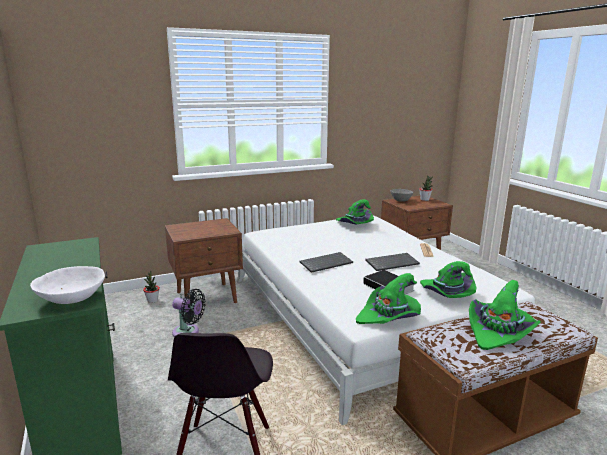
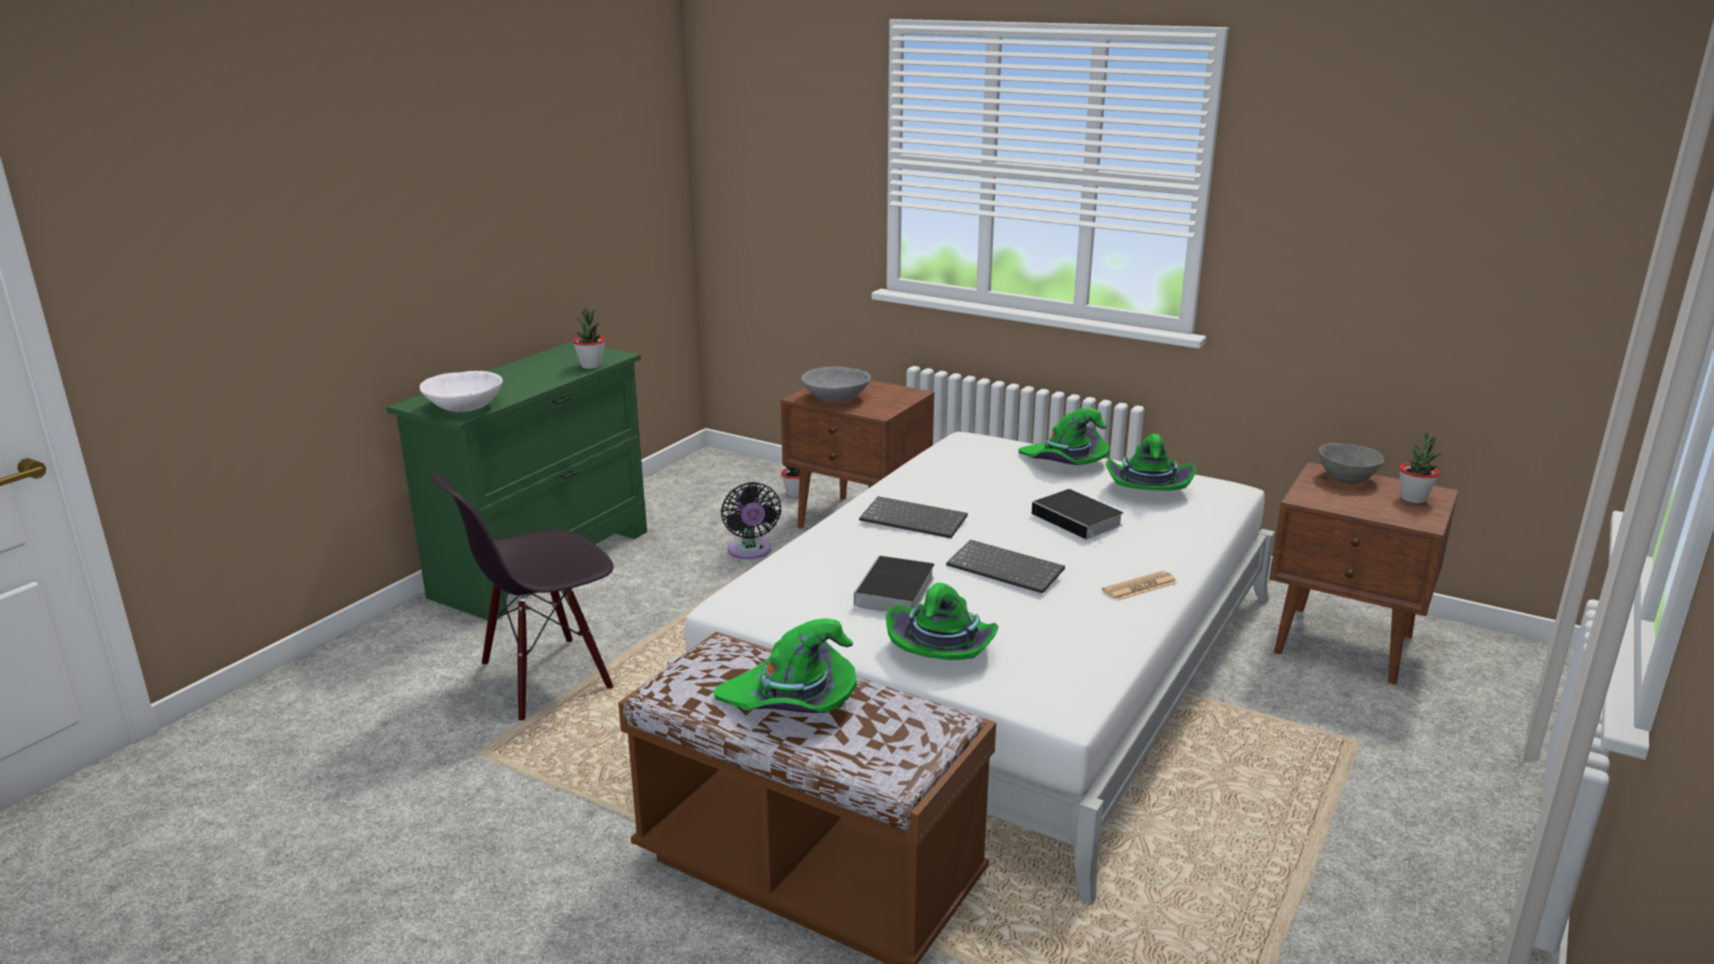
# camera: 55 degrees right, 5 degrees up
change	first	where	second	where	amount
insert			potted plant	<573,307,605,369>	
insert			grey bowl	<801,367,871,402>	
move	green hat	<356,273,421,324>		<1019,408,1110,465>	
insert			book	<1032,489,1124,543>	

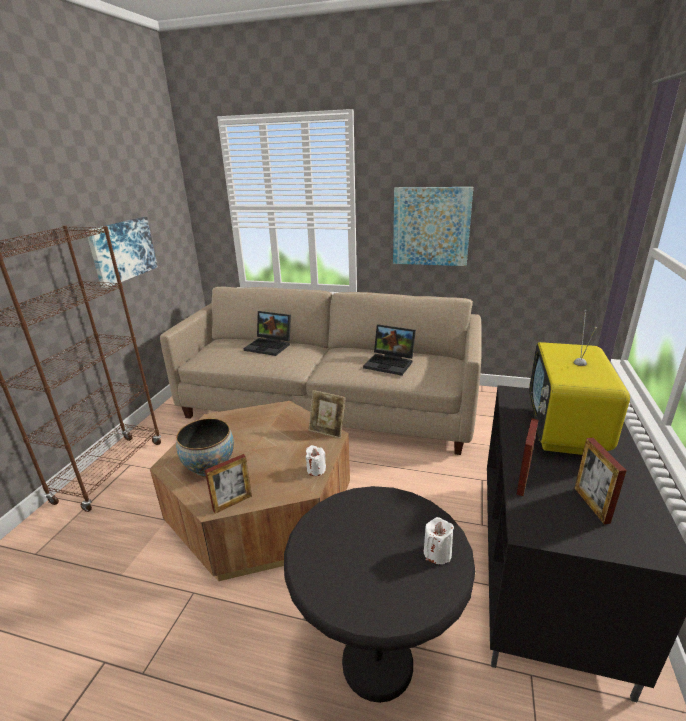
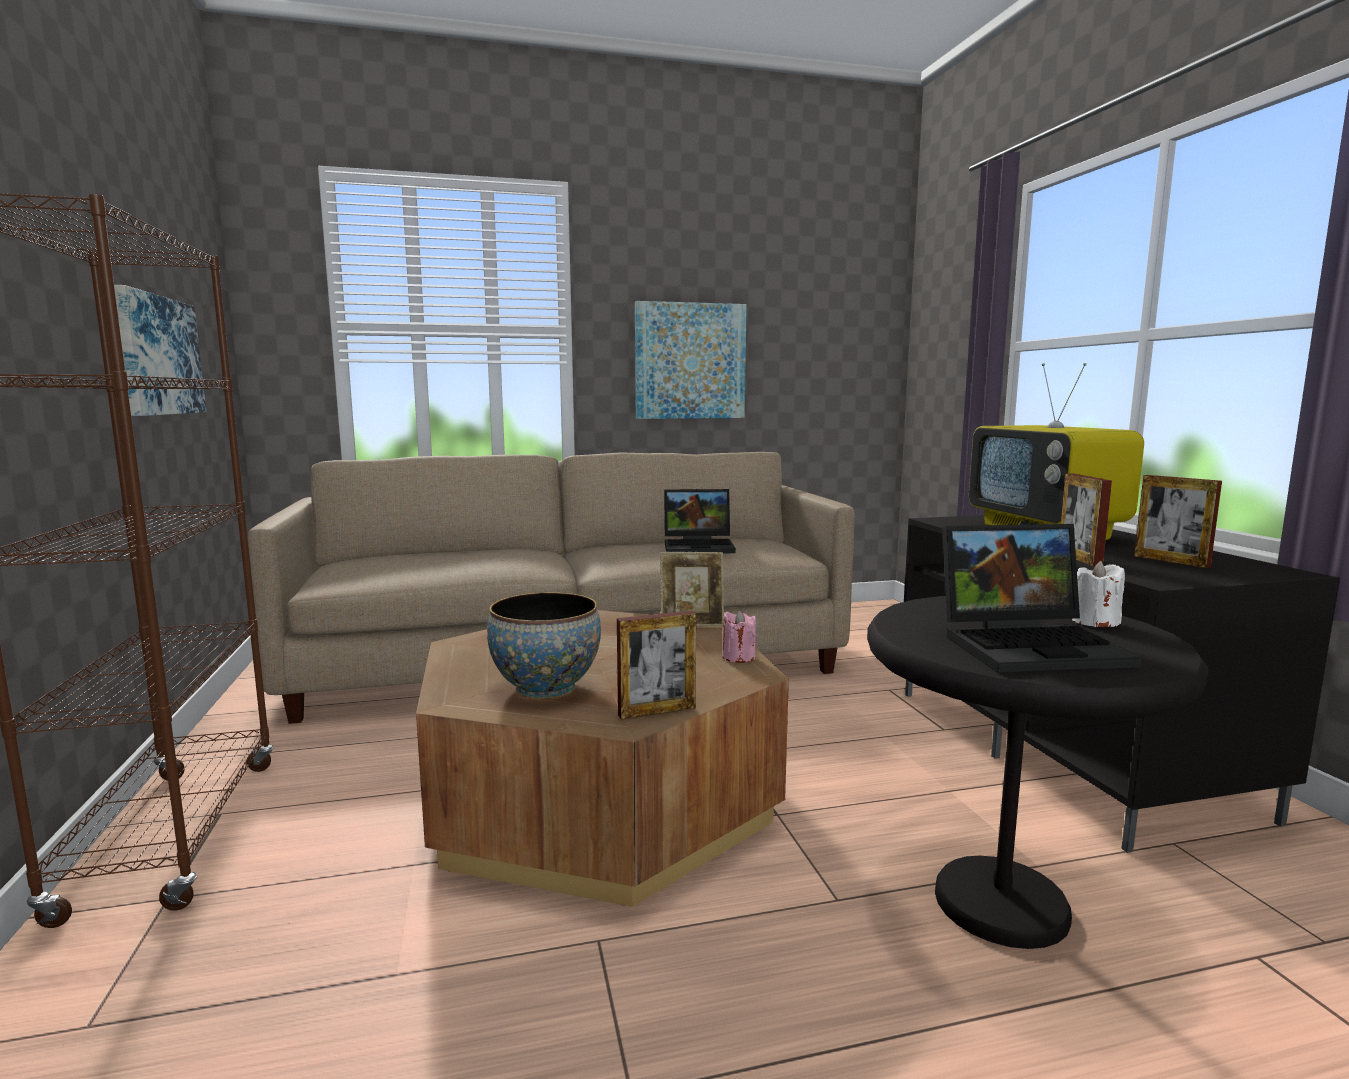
# camera: 30 degrees left, 15 degrees down
change	first	where	second	where	amount
rotate	picture frame	<205,454,252,514>		<617,611,696,719>	45 degrees clockwise
recolor	white candle	<306,445,326,476>	pink candle	<722,610,756,663>	
move	laptop	<243,311,291,356>		<942,524,1141,673>	

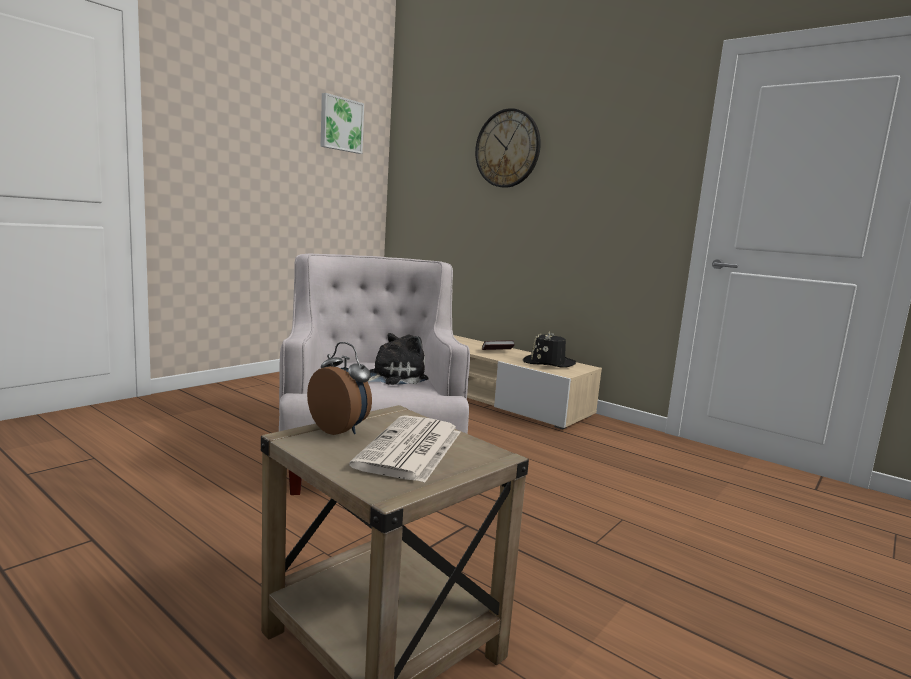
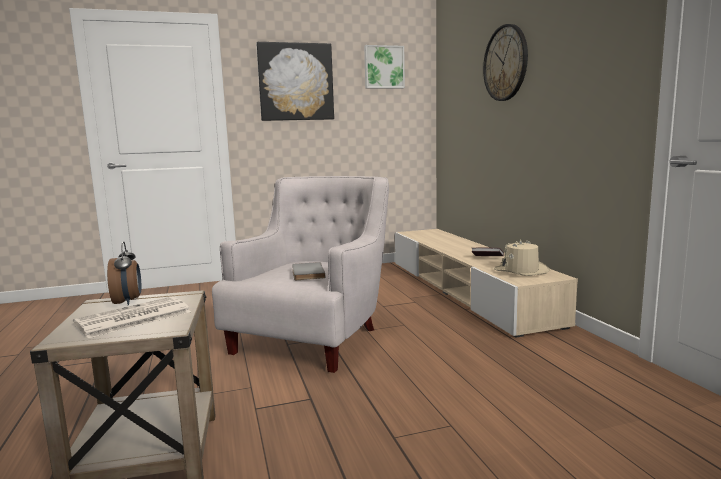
# camera: 35 degrees right, 0 degrees up
change	first	where	second	where	amount
insert			picture	<256,42,334,121>	
replace	plush toy	<368,333,428,385>	grey book	<292,262,326,280>	
recolor	black hat	<523,332,576,368>	beige hat	<494,239,550,276>	

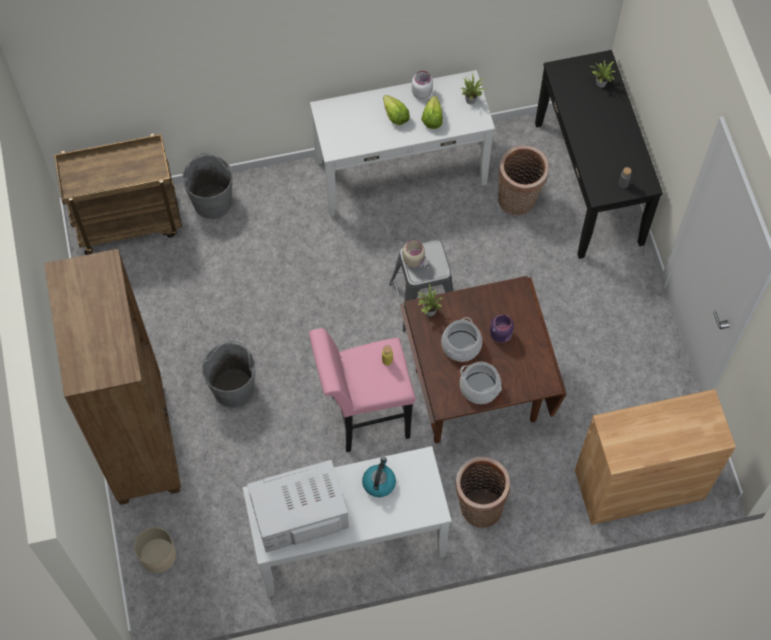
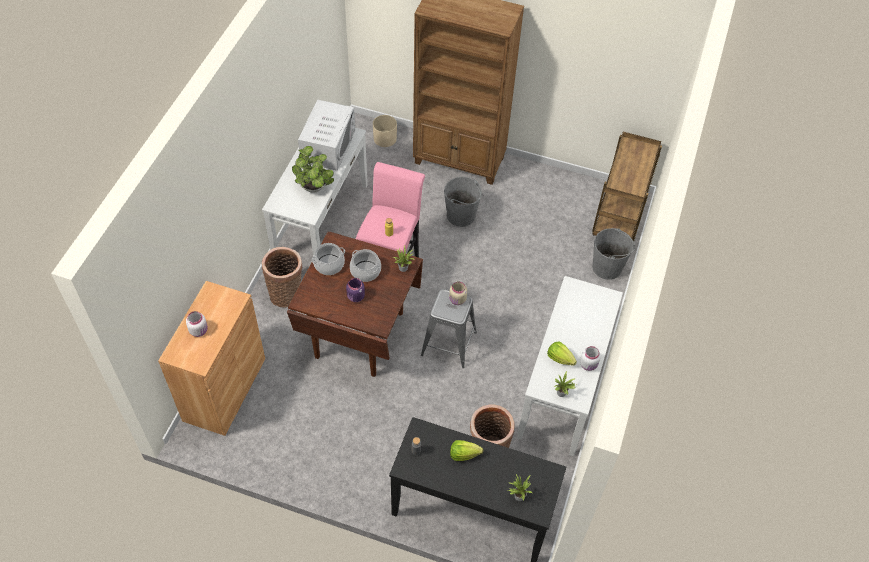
# camera: 120 degrees right, 10 degrees down
change	first	where	second	where	amount
insert			white jar	<186,311,208,337>	
replace	kettle	<362,457,396,497>	potted plant	<292,146,334,193>	
move	lettuce	<383,95,410,125>		<450,440,483,461>	

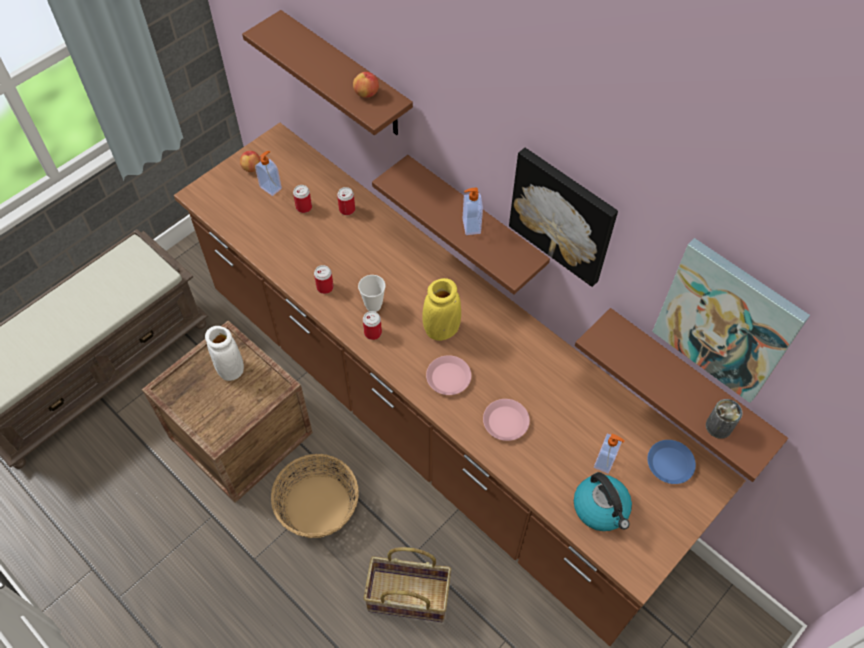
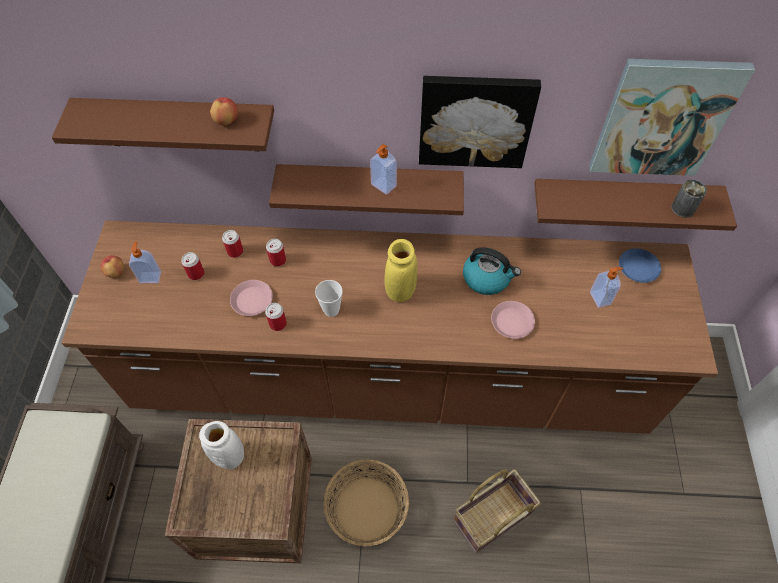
# camera: 40 degrees left, 0 degrees up
change	first	where	second	where	amount
move	pink plate	<426,355,471,395>		<230,280,273,316>	
move	can	<363,311,382,340>		<266,239,286,266>	
move	kettle	<574,472,632,531>		<463,247,521,295>	

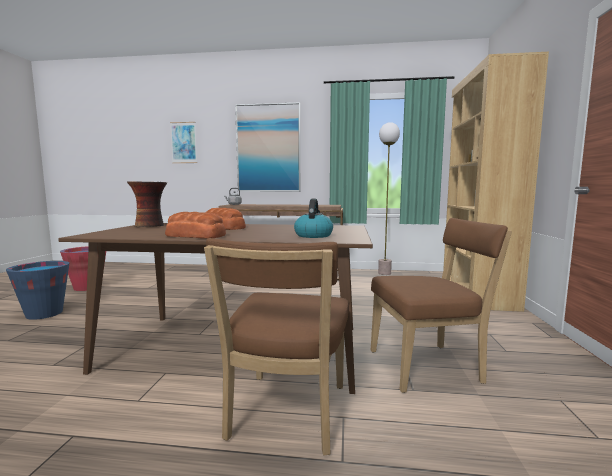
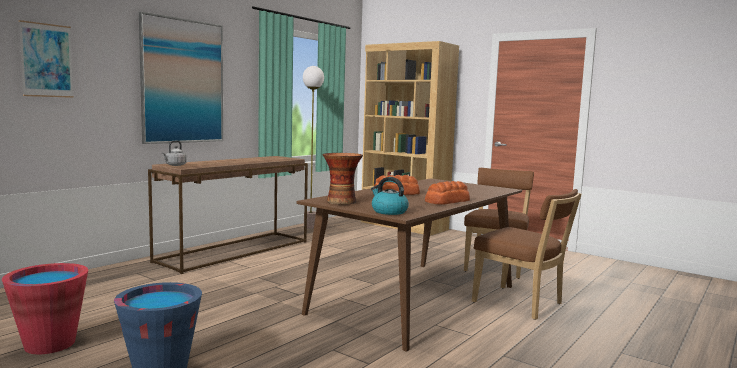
# camera: 60 degrees left, 0 degrees up
change	first	where	second	where	amount
move	kettle	<294,198,333,238>		<371,177,409,215>	

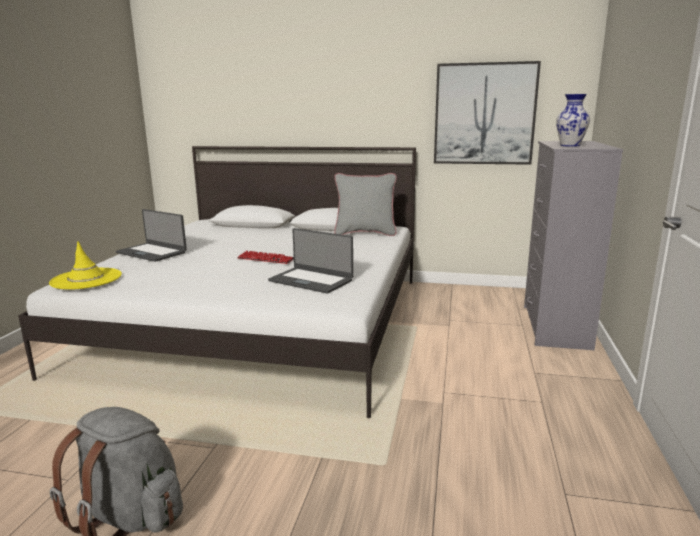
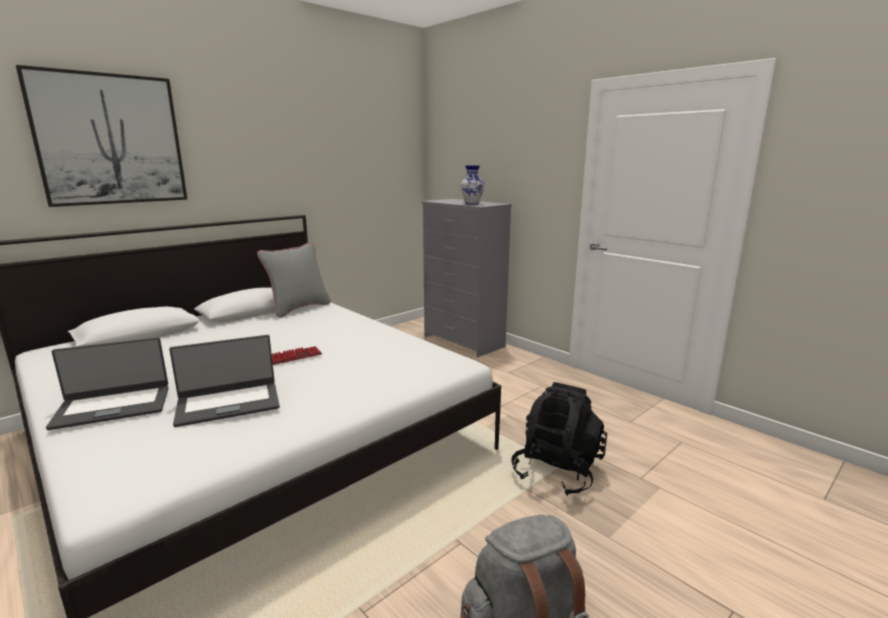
# camera: 55 degrees left, 0 degrees up
change	first	where	second	where	amount
move	picture	<434,61,541,165>		<16,65,187,207>	
move	laptop	<268,228,353,294>		<169,335,280,427>	
insert			black backpack	<511,382,607,496>	
delete	yellow hat	<49,241,122,290>			

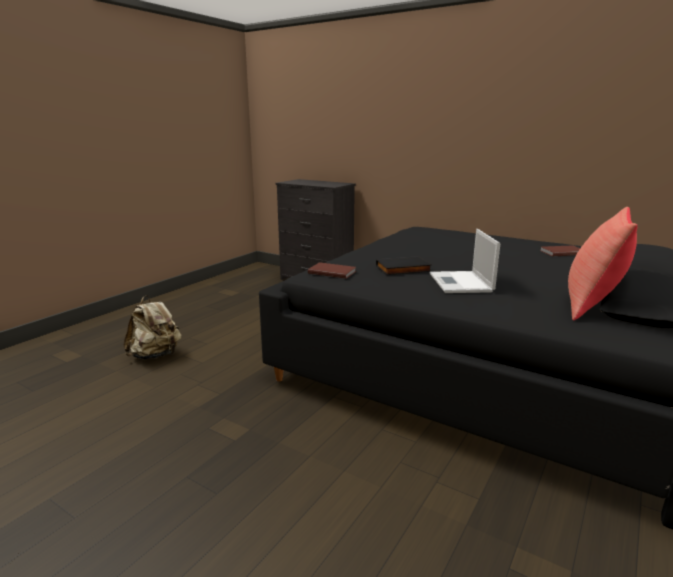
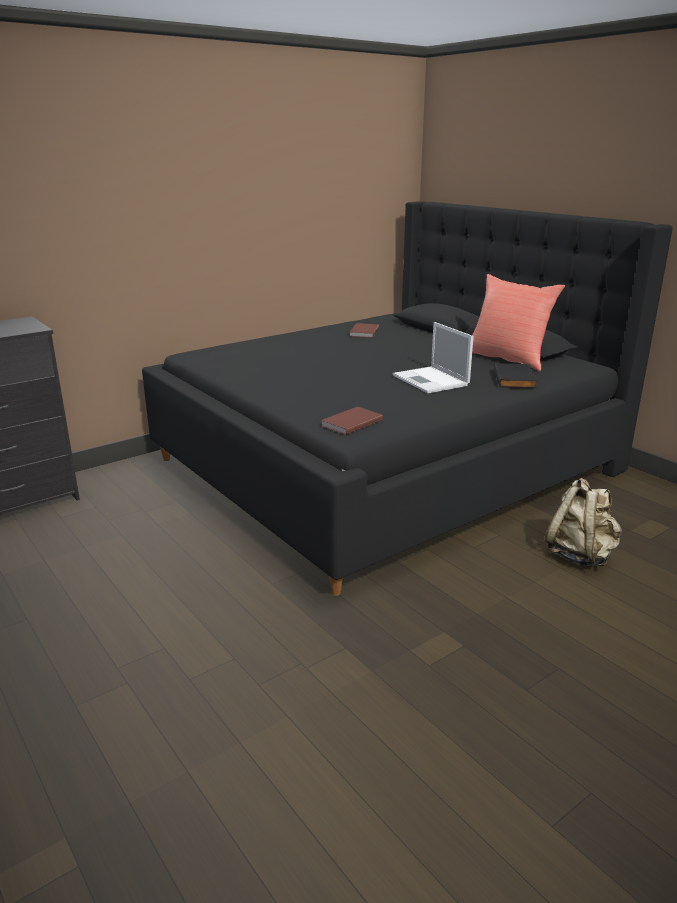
# camera: 70 degrees left, 5 degrees up
change	first	where	second	where	amount
rotate	laptop	<430,229,500,293>		<393,322,474,393>	45 degrees clockwise
move	black book	<376,256,432,275>		<494,363,538,388>	
move	beige backpack	<124,295,182,360>		<545,478,622,567>	

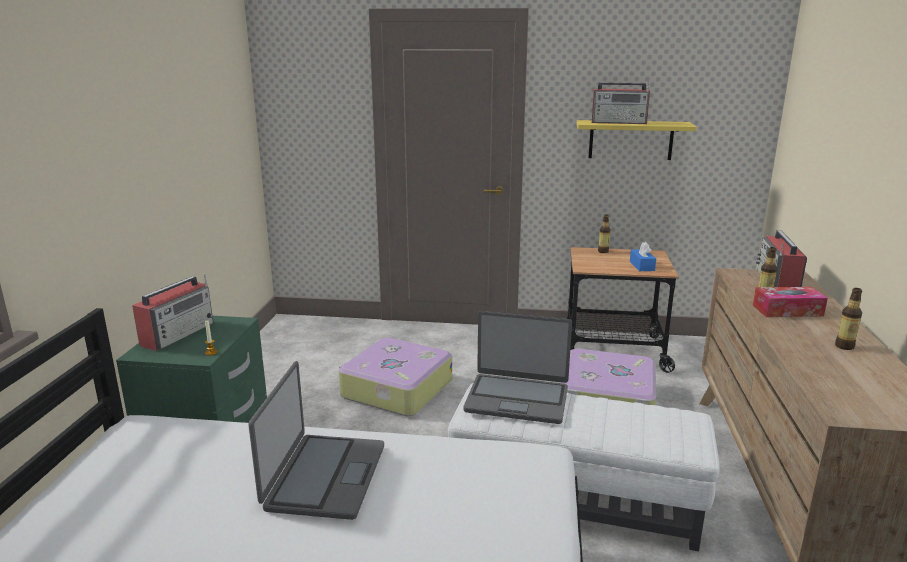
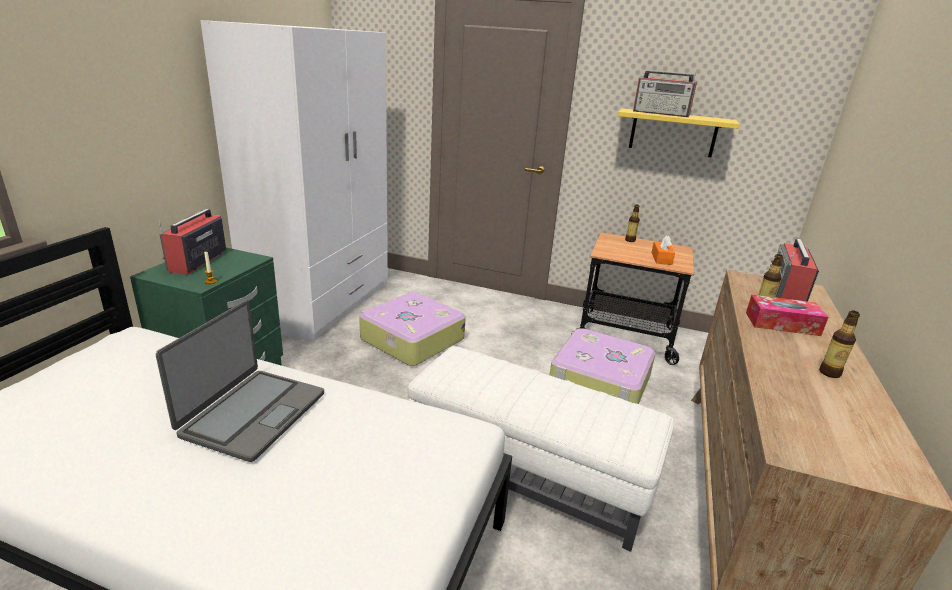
# camera: 10 degrees right, 5 degrees up
change	first	where	second	where	amount
rotate	radio	<132,274,213,351>		<159,209,226,275>	150 degrees clockwise
insert			white wardrobe	<200,20,388,343>	
recolor	blue tissue box	<630,242,656,271>	orange tissue box	<651,236,675,265>	
delete	laptop	<463,311,572,424>			

